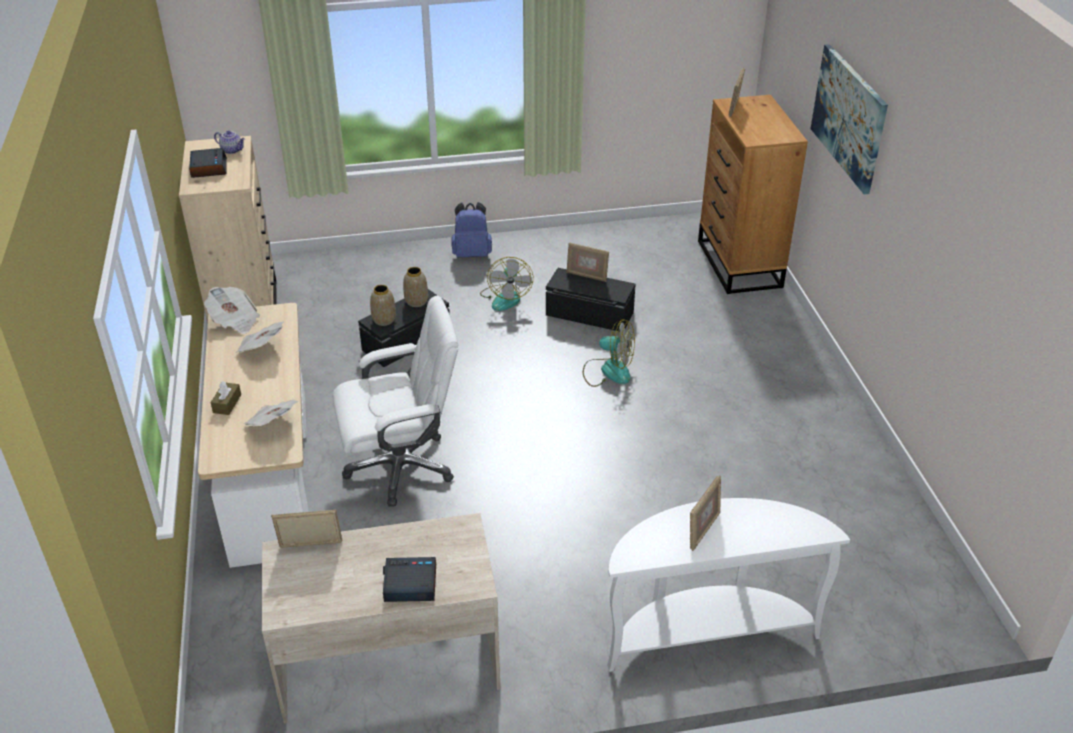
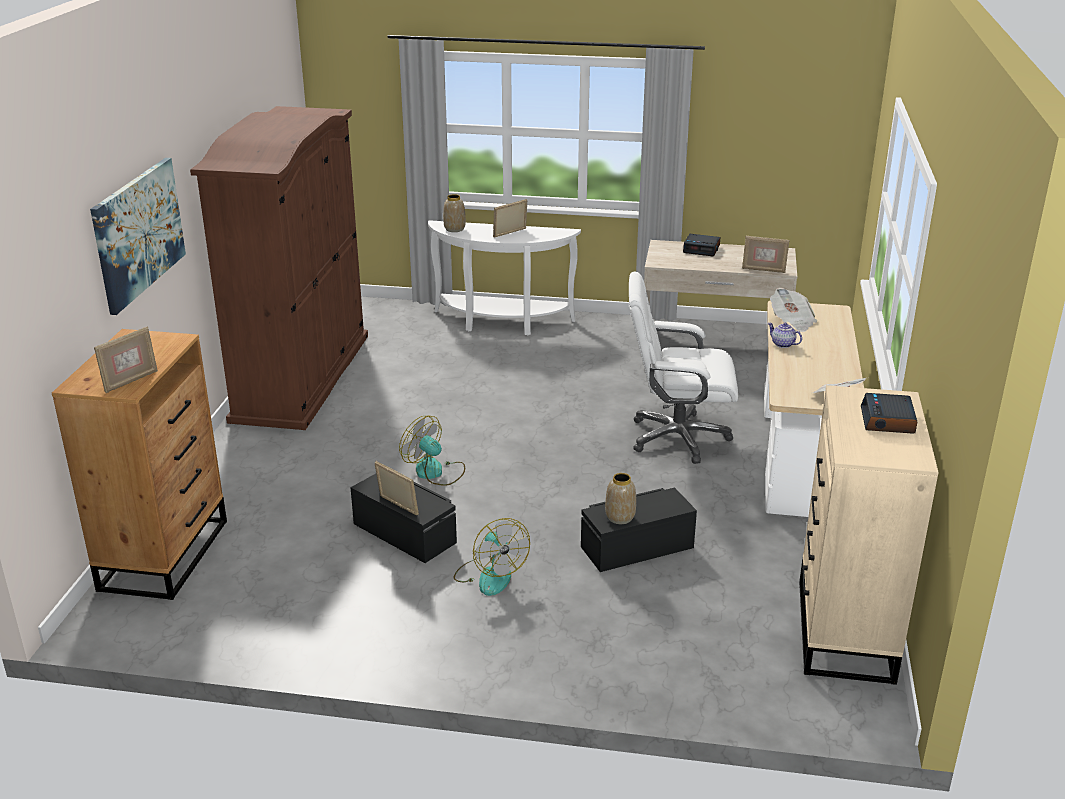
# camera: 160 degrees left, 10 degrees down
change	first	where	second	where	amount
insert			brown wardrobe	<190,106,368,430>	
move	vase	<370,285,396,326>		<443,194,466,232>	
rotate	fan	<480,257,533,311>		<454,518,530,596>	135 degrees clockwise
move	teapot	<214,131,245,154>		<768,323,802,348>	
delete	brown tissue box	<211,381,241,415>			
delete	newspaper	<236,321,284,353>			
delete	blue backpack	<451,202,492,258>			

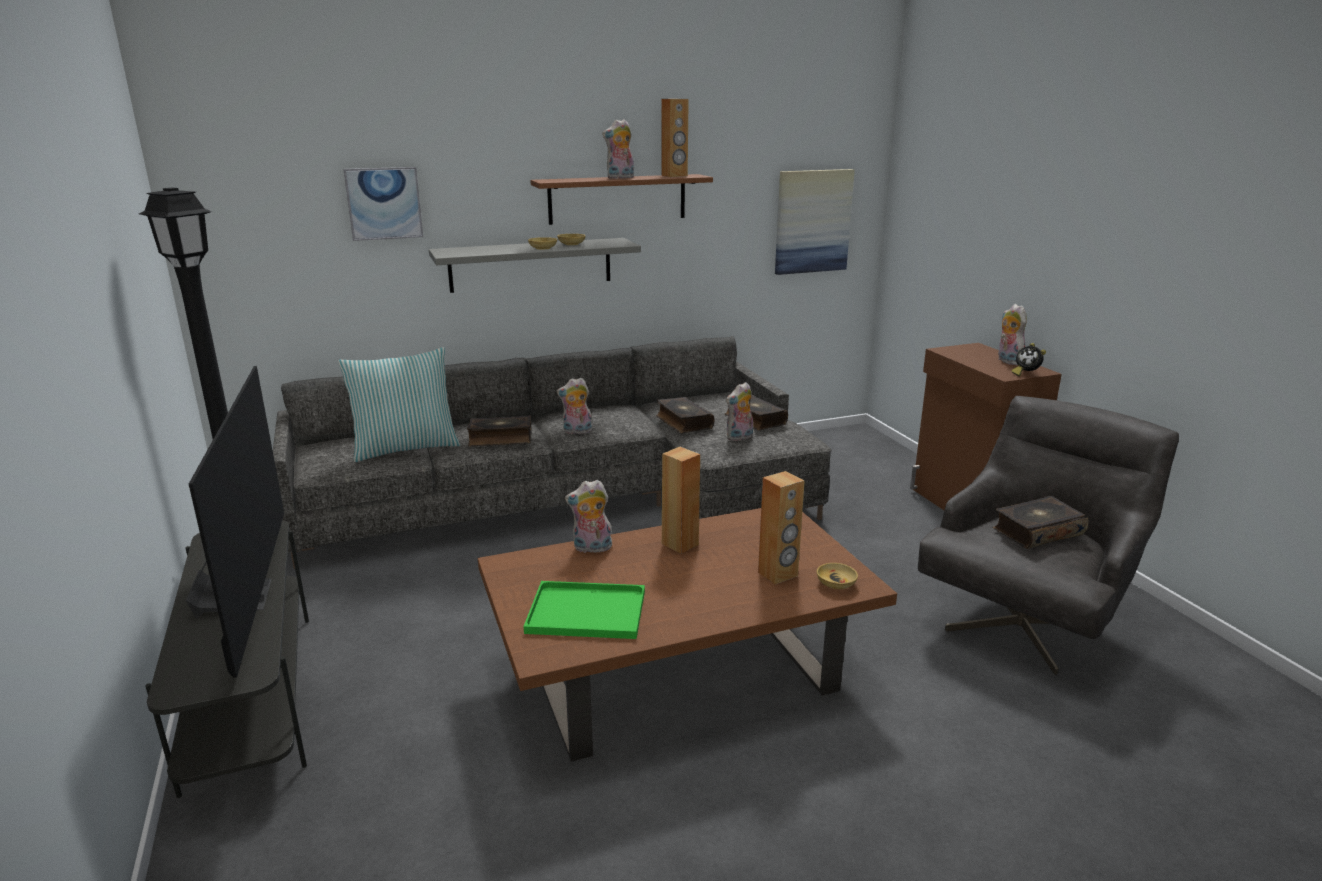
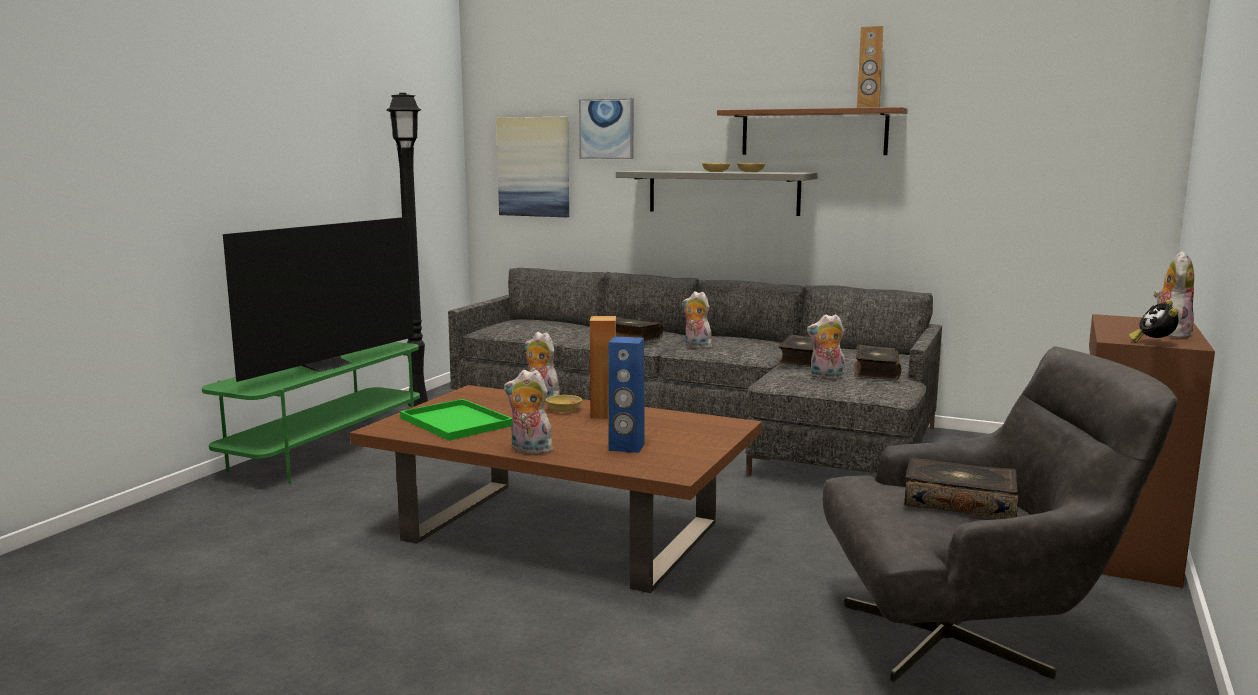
# camera: 45 degrees right, 10 degrees down
change	first	where	second	where	amount
recolor	grey tv stand	<145,520,309,798>	green tv stand	<202,342,420,484>	
move	picture	<775,169,855,275>		<496,117,569,217>	
move	plush toy	<602,119,634,179>		<504,370,553,454>	
move	beige bowl	<817,563,858,589>		<545,395,582,413>	
recolor	brown speaker	<758,471,805,584>	blue speaker	<608,337,645,453>	
delete	pillow	<338,347,460,462>			

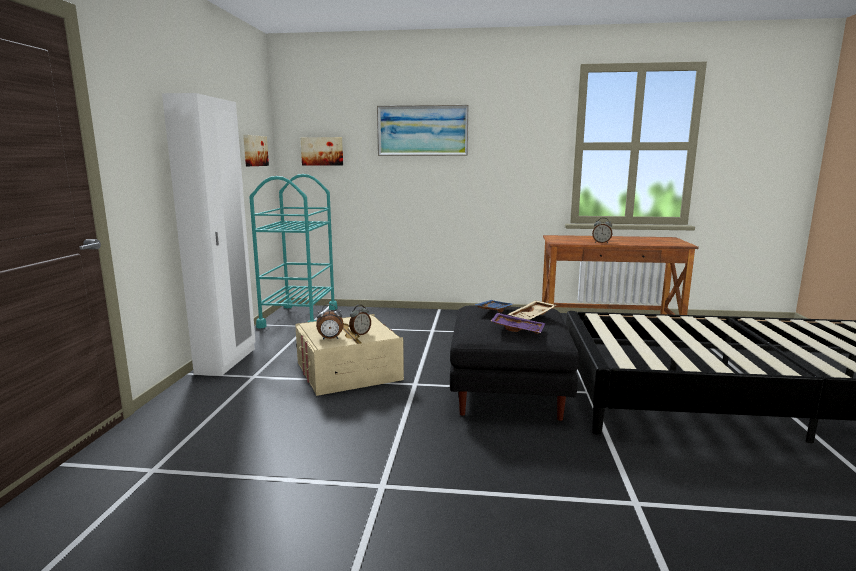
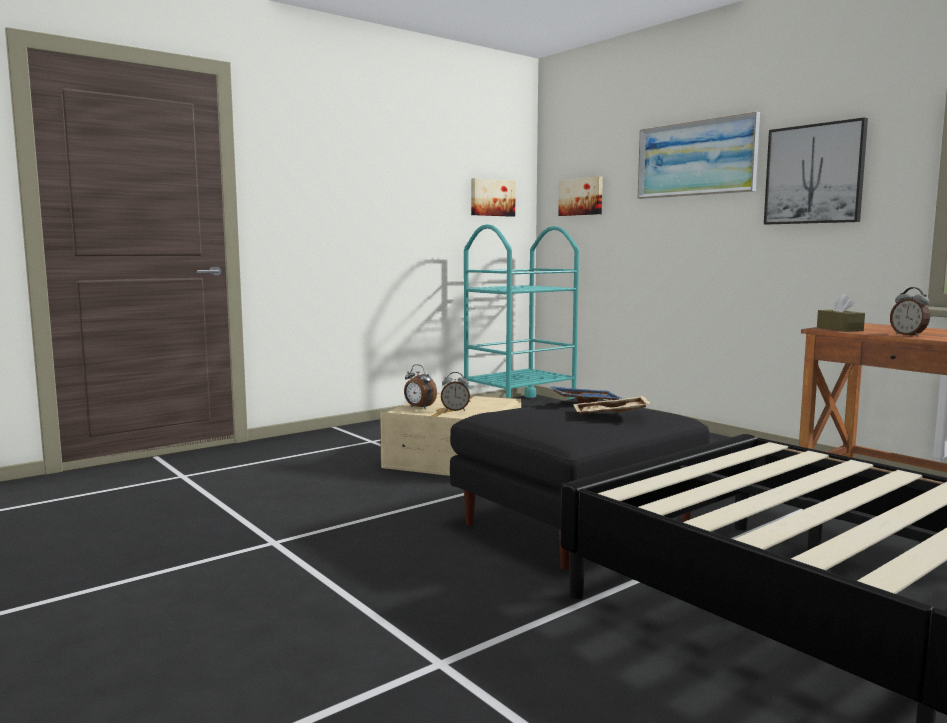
# camera: 45 degrees right, 5 degrees down
change	first	where	second	where	amount
insert			picture	<764,117,868,224>	
insert			brown tissue box	<817,294,865,332>	
delete	white wardrobe	<162,93,256,376>			
delete	purple tray	<491,313,545,334>			

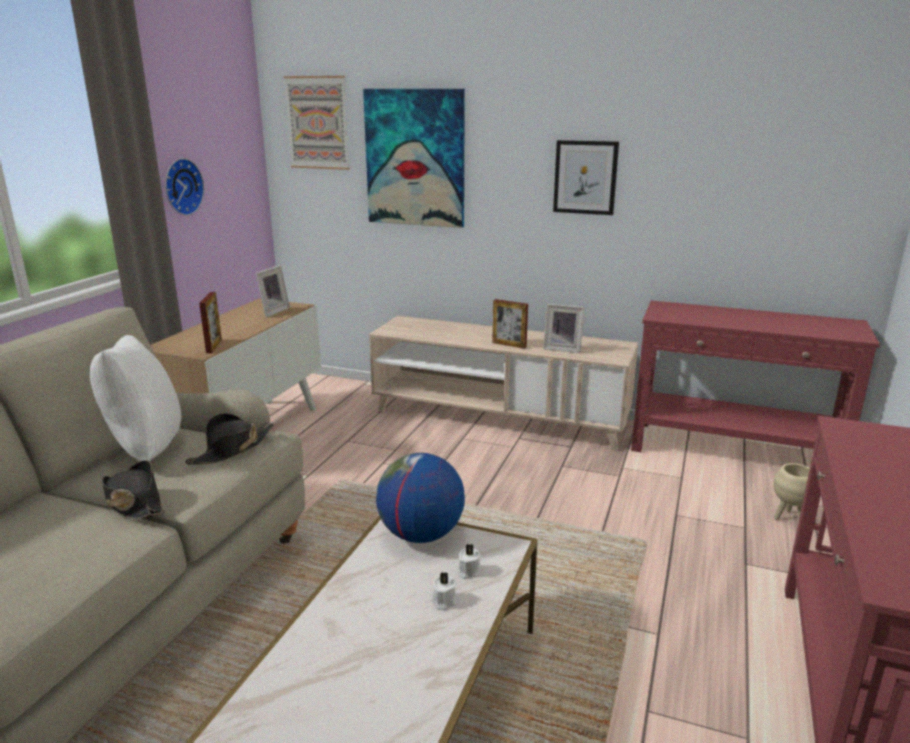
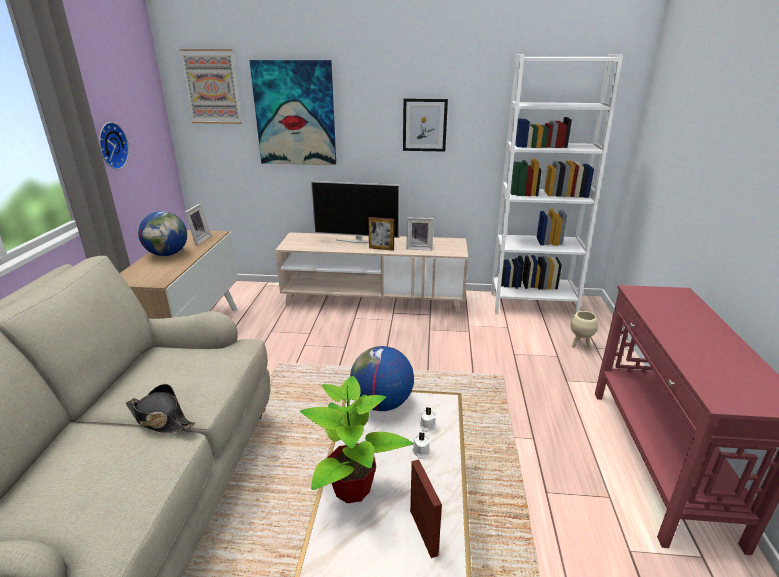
# camera: 15 degrees left, 5 degrees up
change	first	where	second	where	amount
insert			globe	<138,211,187,256>	
insert			potted plant	<300,376,414,503>	
insert			television	<311,181,400,243>	
move	picture frame	<199,292,222,353>		<410,459,442,558>	
replace	red console table	<631,301,880,452>	white bookcase	<491,54,623,315>	
delete	white pillow	<90,335,181,461>			
delete	black hat	<185,413,274,465>			

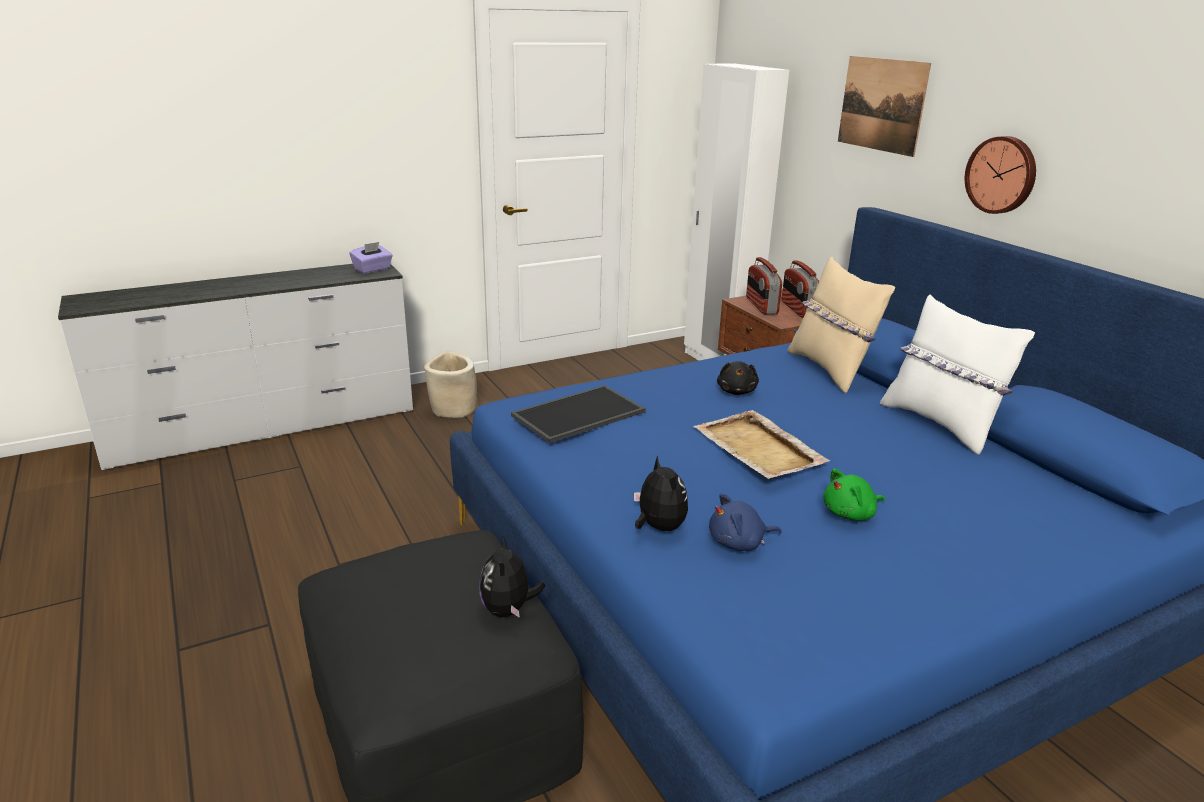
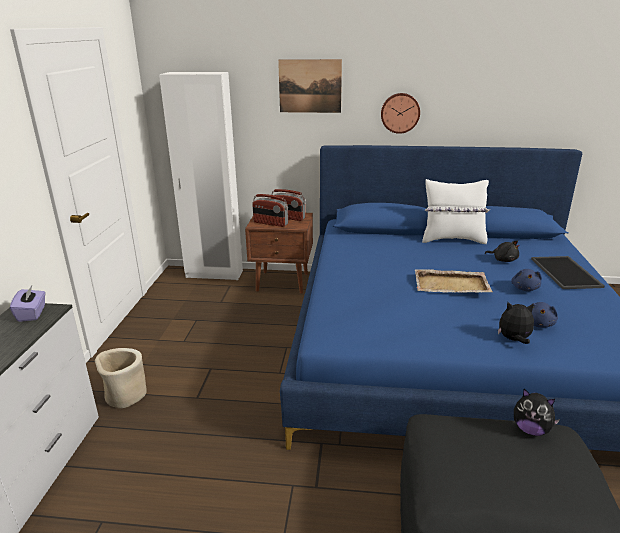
# camera: 55 degrees left, 0 degrees up
change	first	where	second	where	amount
move	black plush toy	<717,361,759,395>		<485,241,520,262>	
recolor	green plush toy	<823,469,885,521>	blue plush toy	<511,269,542,291>	
move	tray	<511,385,646,443>		<531,256,604,289>	
delete	beige pillow	<787,256,895,393>			

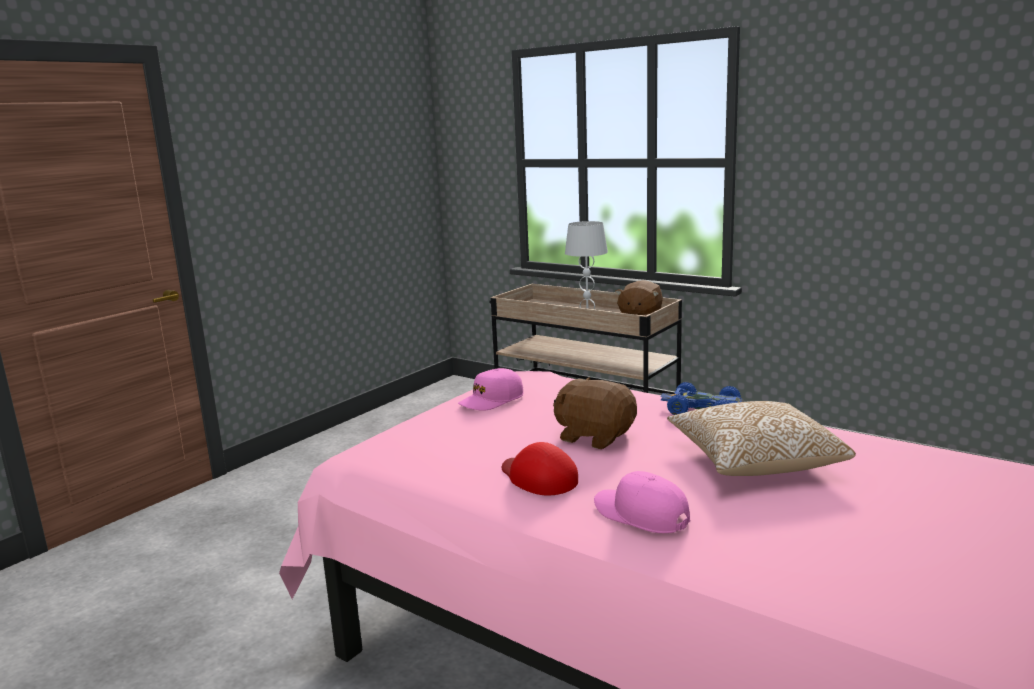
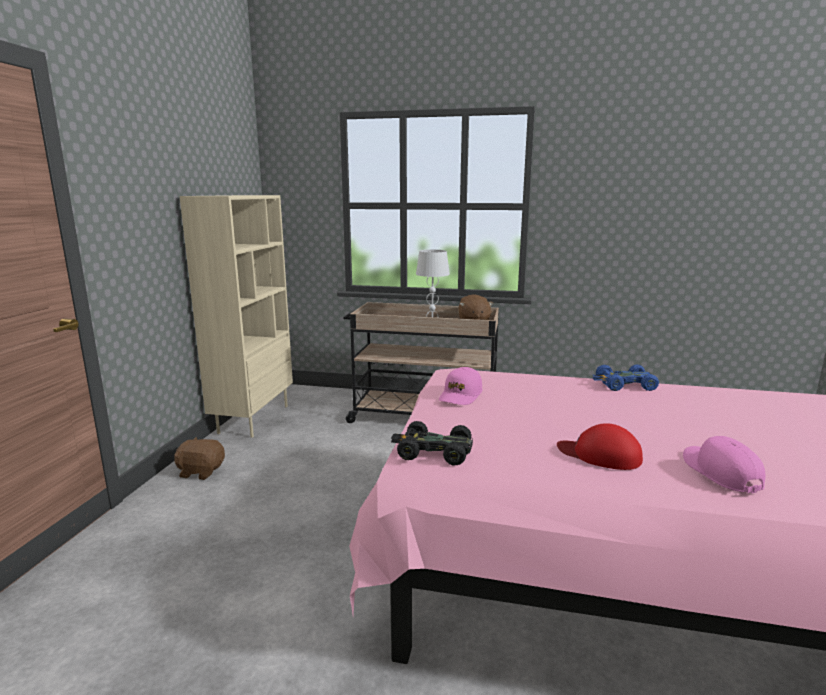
# camera: 25 degrees left, 0 degrees up
change	first	where	second	where	amount
move	brown plush toy	<553,377,637,449>		<174,437,225,480>	
insert			beige bookcase	<179,195,293,438>	
insert			black toy car	<391,421,473,466>	
rotate	pink cap	<594,471,690,533>		<683,436,765,493>	60 degrees clockwise
delete	pillow	<667,401,856,476>			

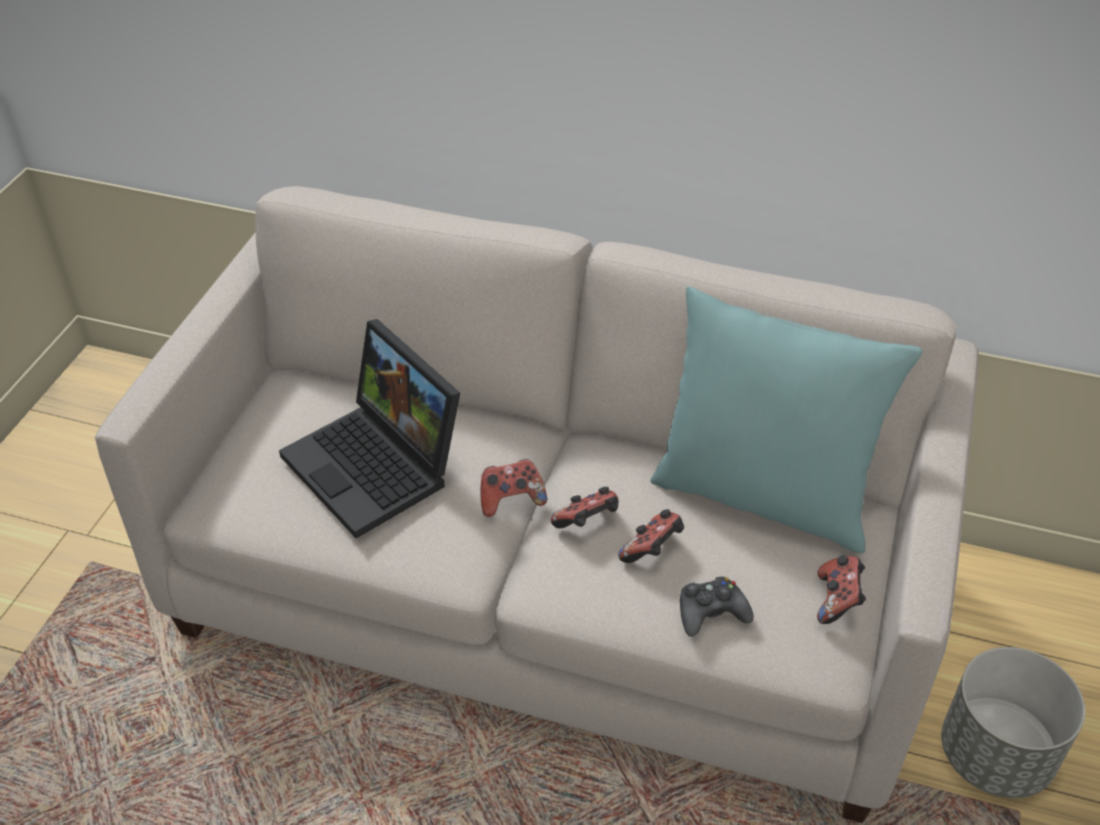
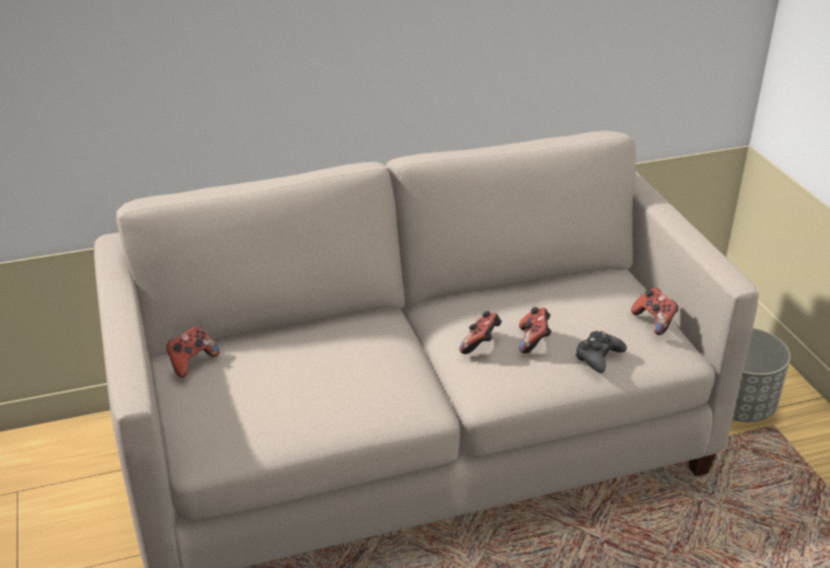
# camera: 35 degrees left, 10 degrees down
change	first	where	second	where	amount
move	game controller	<481,459,547,517>		<166,326,219,378>	
delete	laptop	<279,319,460,538>			
delete	turquoise pillow	<650,286,922,554>			

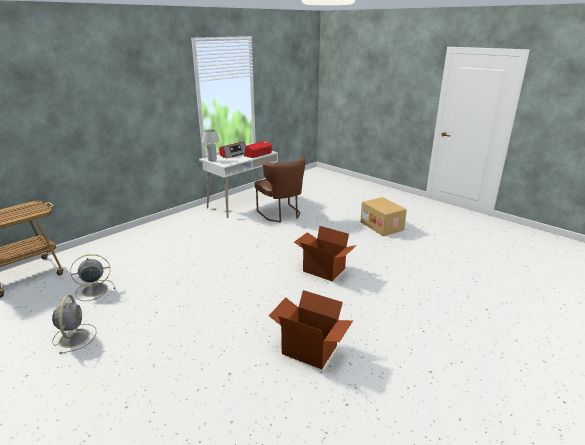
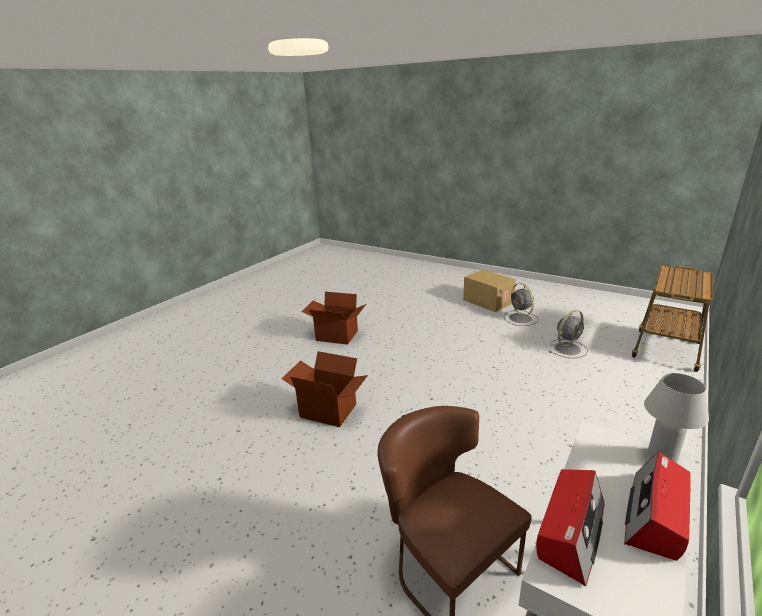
# camera: 170 degrees right, 0 degrees up
change	first	where	second	where	amount
move	cardboard box	<360,197,407,236>		<463,269,516,312>	

